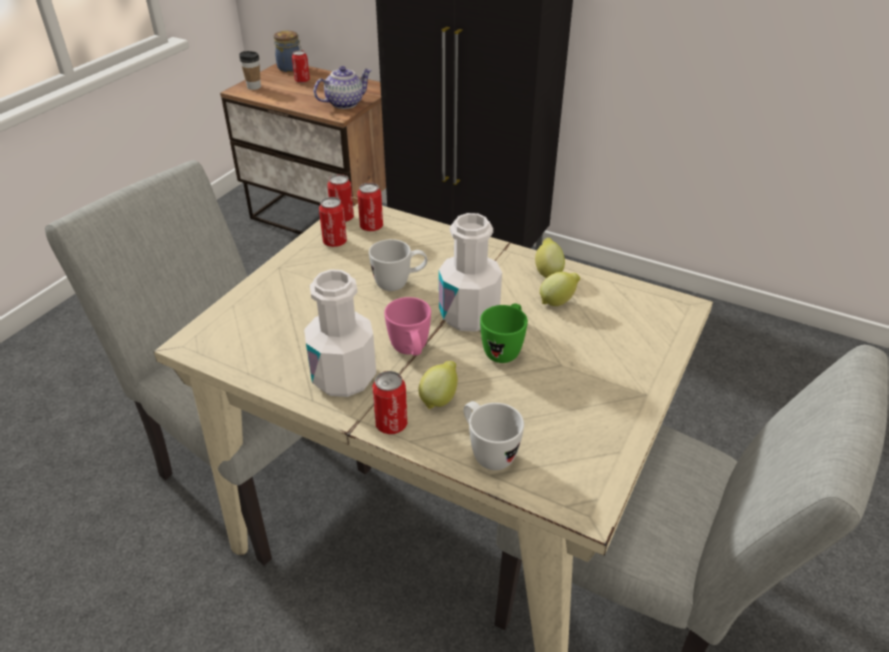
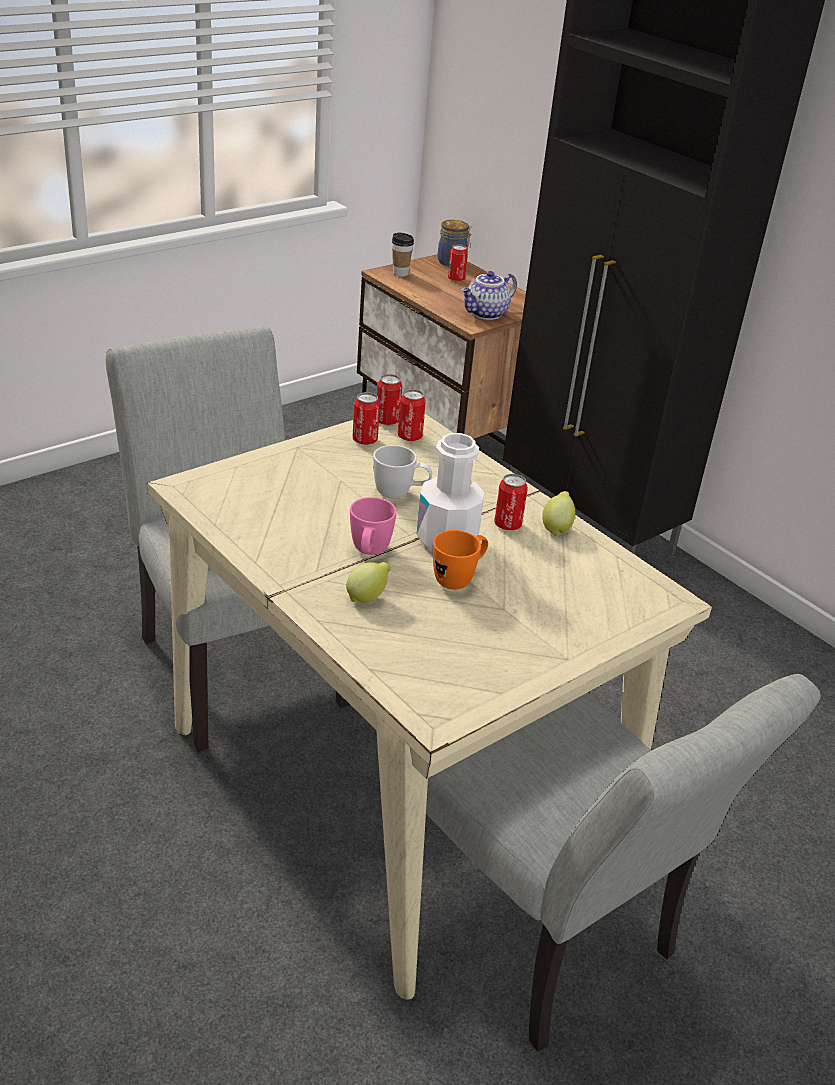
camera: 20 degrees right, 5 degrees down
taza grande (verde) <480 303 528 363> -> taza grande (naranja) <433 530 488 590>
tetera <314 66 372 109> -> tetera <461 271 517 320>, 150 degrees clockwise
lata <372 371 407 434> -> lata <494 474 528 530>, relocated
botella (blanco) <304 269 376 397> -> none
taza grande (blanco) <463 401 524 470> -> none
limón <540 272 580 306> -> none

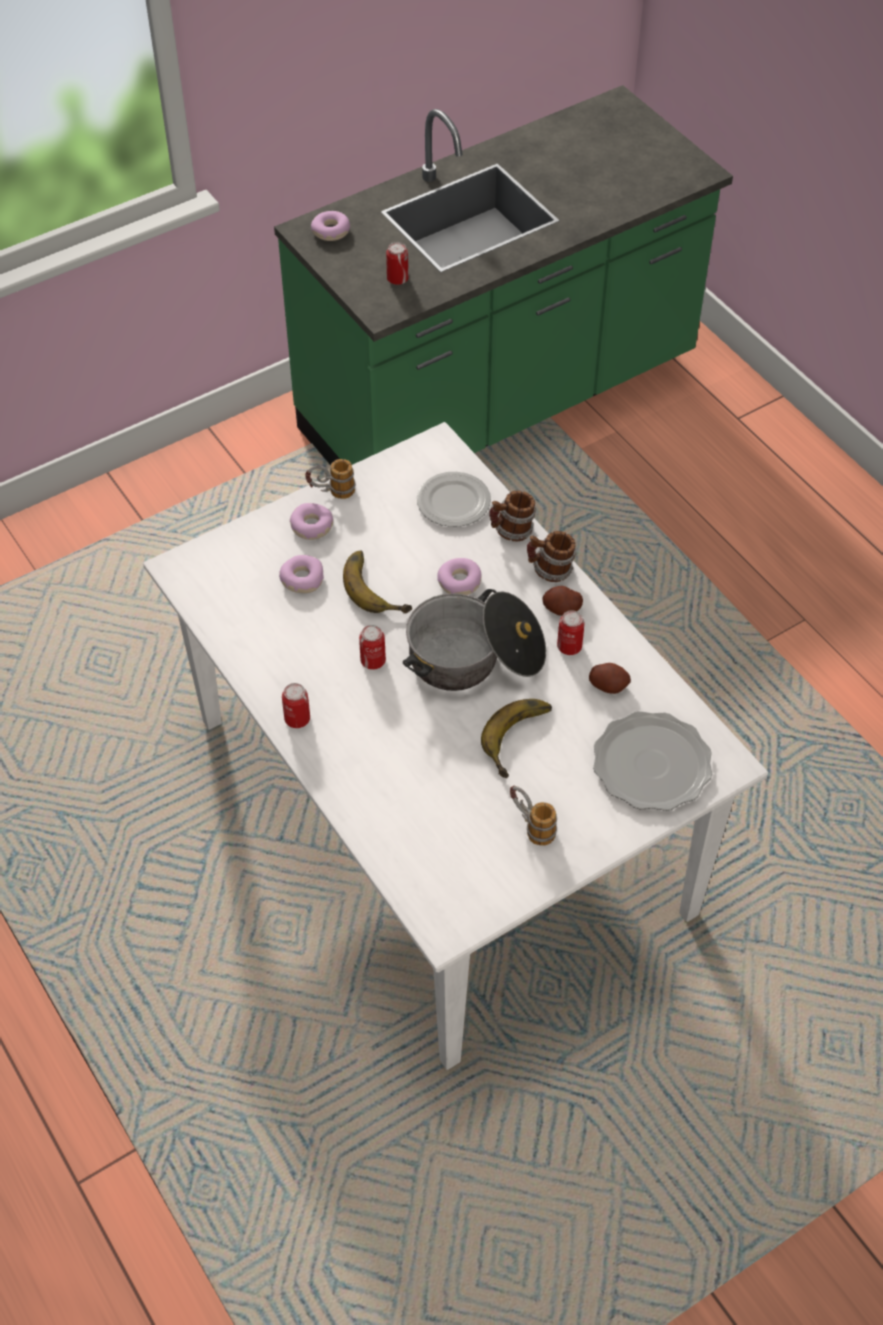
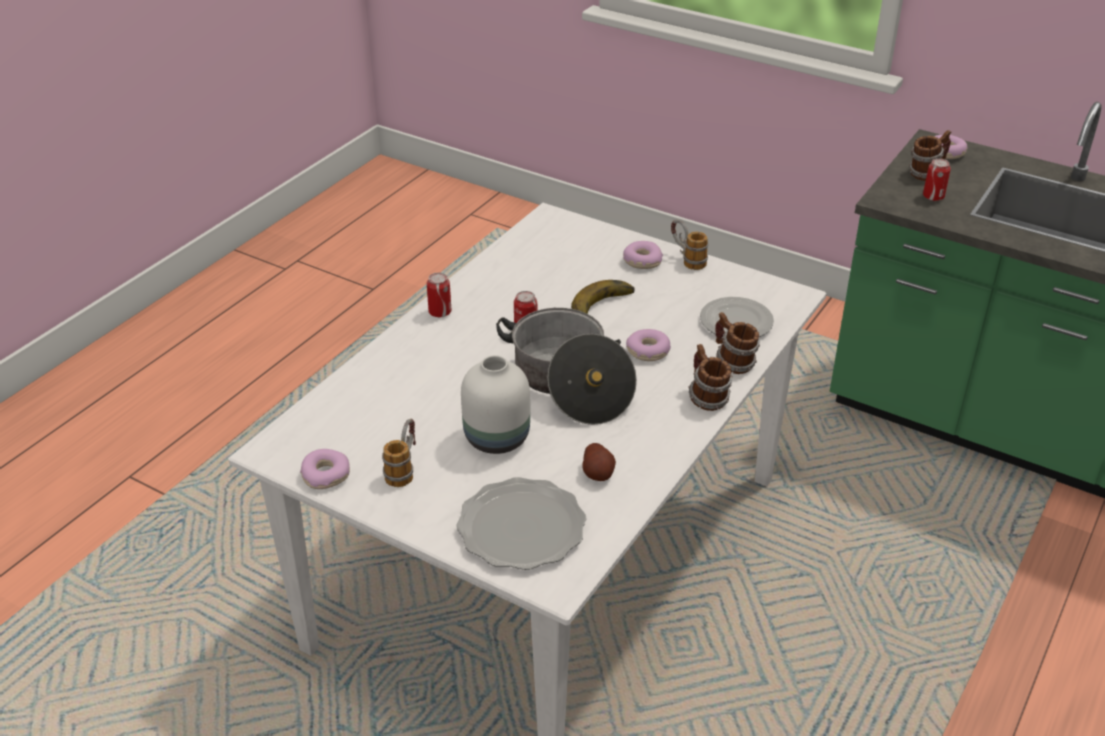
camera: 65 degrees right, 15 degrees down
rosquilla <279 555 324 593> -> rosquilla <300 449 350 489>, relocated
plátano <481 699 552 778> -> florero (blanco) <461 355 530 454>
none -> taza grande <909 130 951 181>
patata <542 586 583 616> -> none
lata <557 610 584 655> -> none

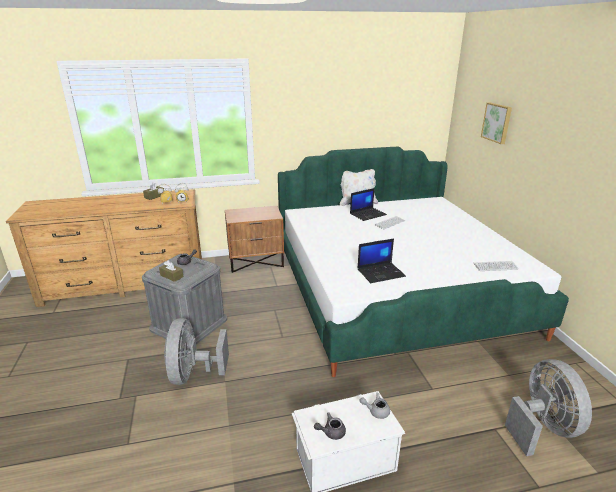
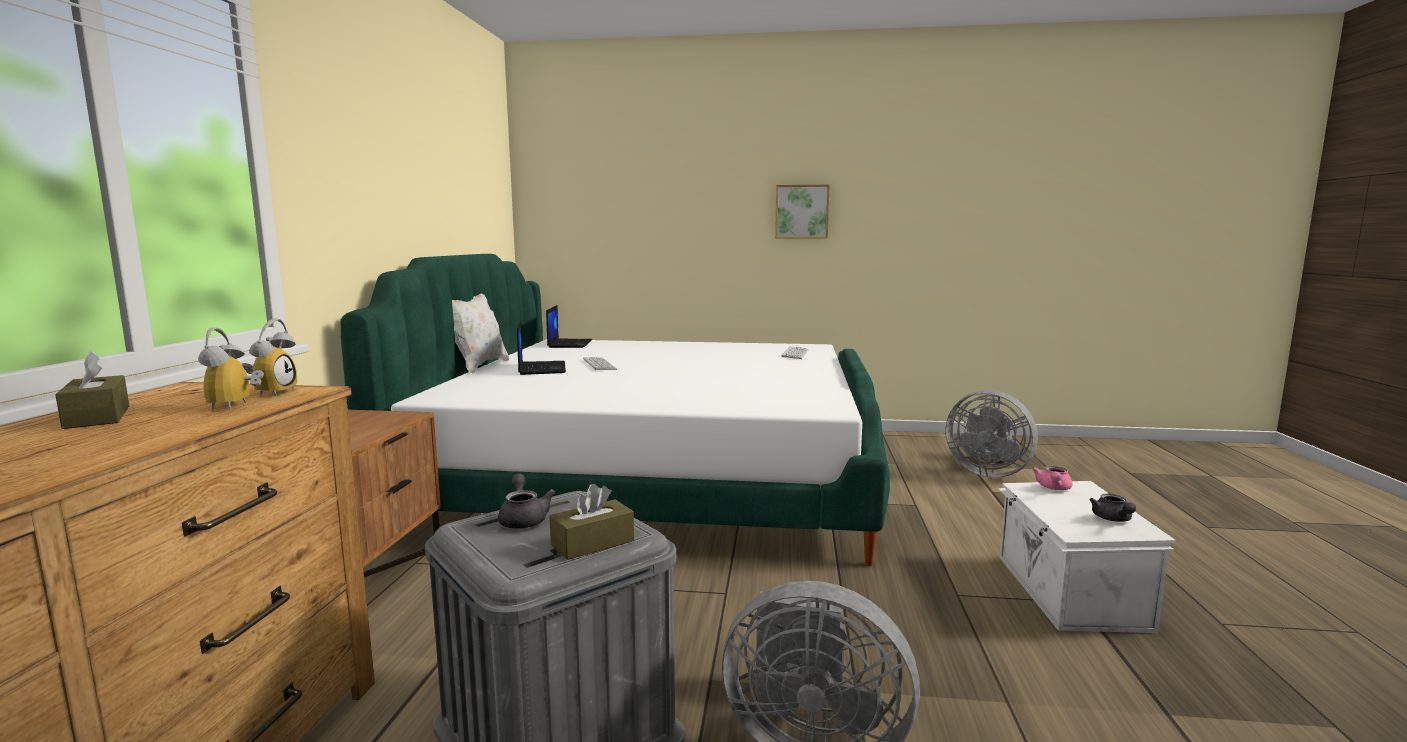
camera: 70 degrees left, 15 degrees down
portátil <357 238 406 283> -> portátil <546 305 592 348>, relocated
cuadro <481 103 512 144> -> cuadro <775 184 830 238>, relocated
ventilador (gris) <505 359 592 456> -> ventilador (gris) <945 390 1038 478>, 150 degrees counterclockwise
tetera (gris) <359 393 390 419> -> tetera (rosa) <1032 466 1072 490>

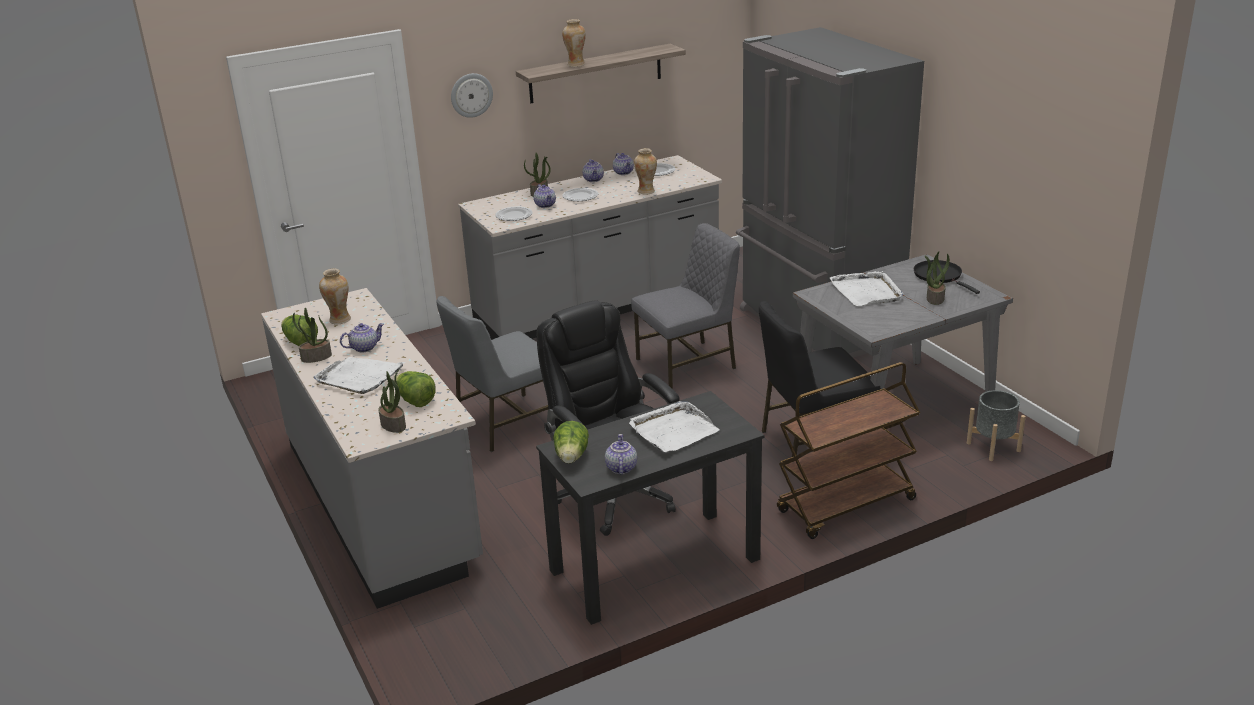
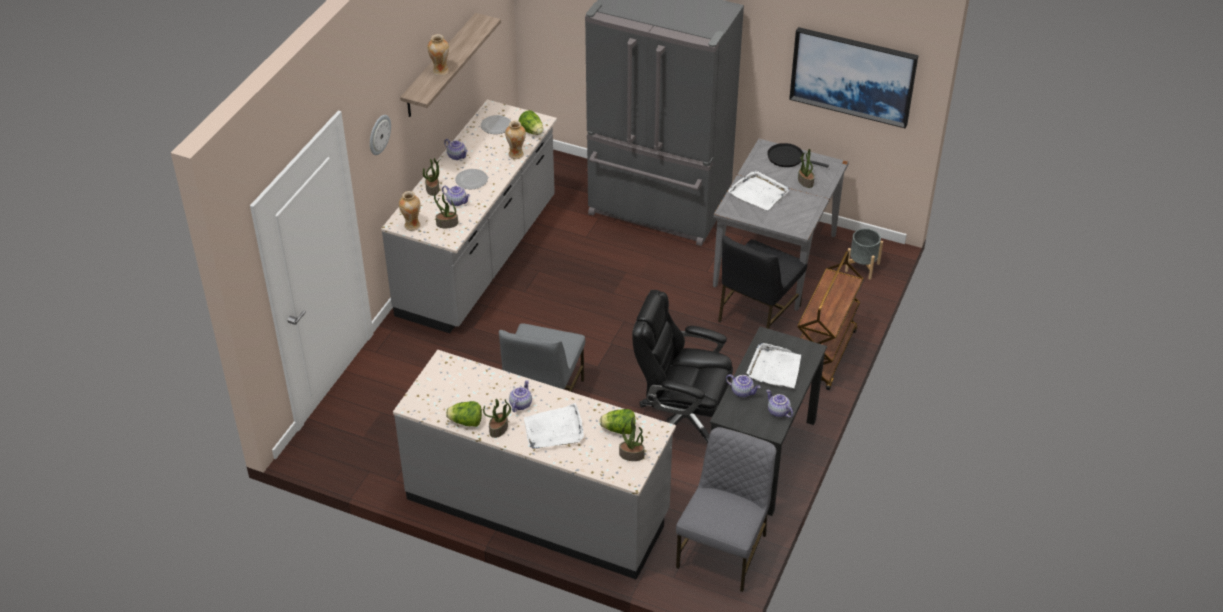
camera: 40 degrees left, 15 degrees up
florero <319 268 351 324> -> florero <399 191 421 231>, relocated
plato <495 206 533 221> -> planta en maceta <434 193 458 228>
lechuga <553 421 589 464> -> lechuga <519 110 543 135>, relocated
silla (gris) <631 223 740 389> -> silla (gris) <676 427 776 592>, relocated
tetera <613 153 634 175> -> tetera <726 374 760 397>, relocated
none -> cuadro <789 27 918 128>

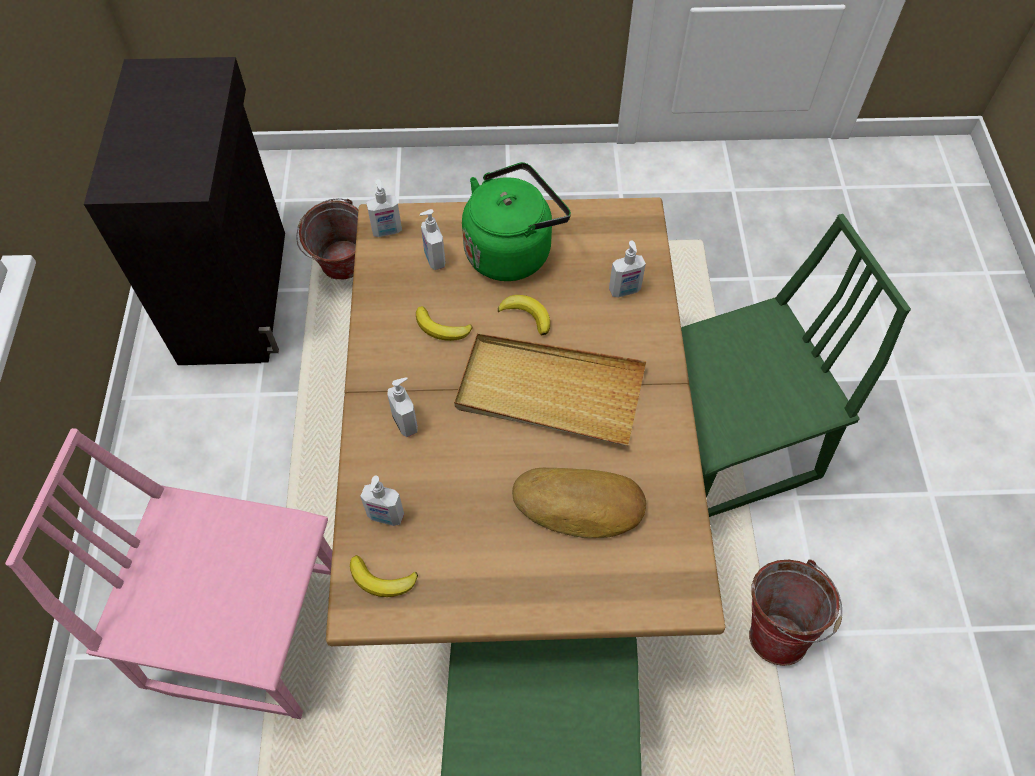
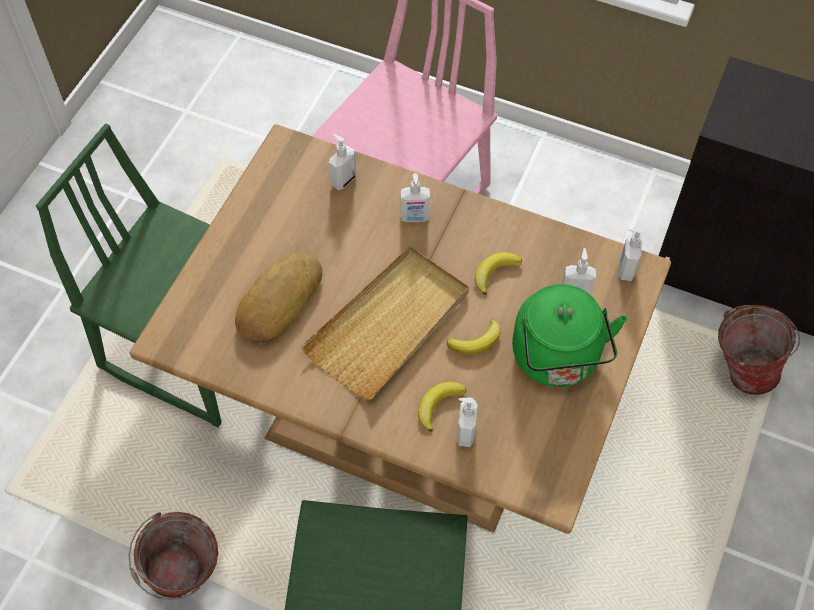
camera: 115 degrees right, 0 degrees up
plátano <350 555 418 597> -> plátano <418 382 466 432>, relocated

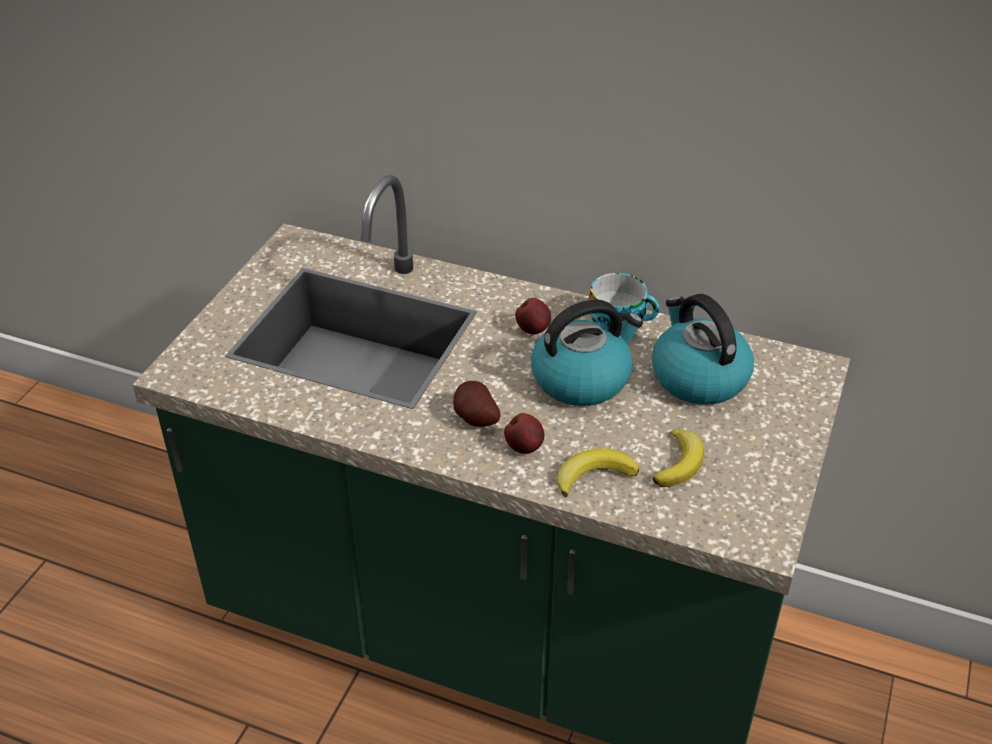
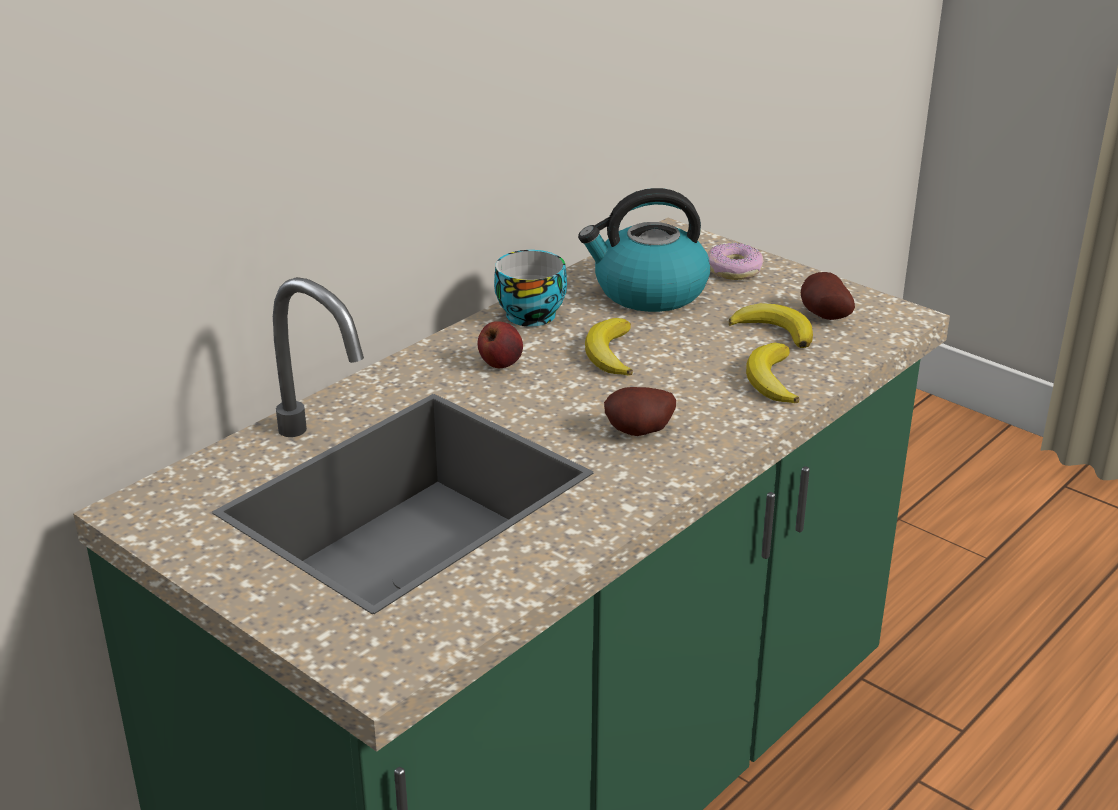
camera: 70 degrees left, 10 degrees down
hervidor <531 299 643 406> -> plátano <585 318 633 375>
none -> rosquilla <707 243 764 280>
none -> patata <801 272 855 320>
manzana <504 413 544 454> -> none

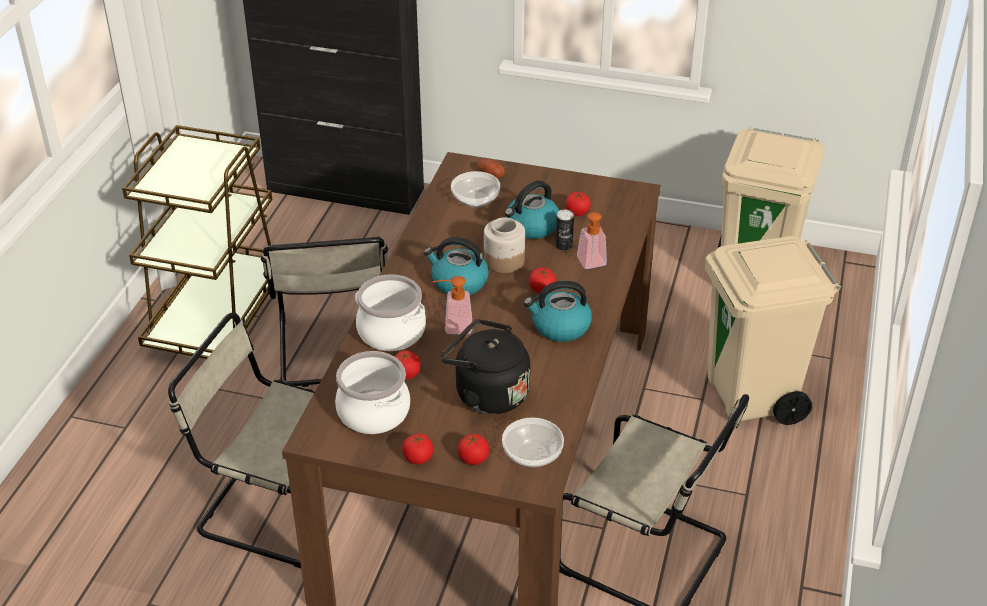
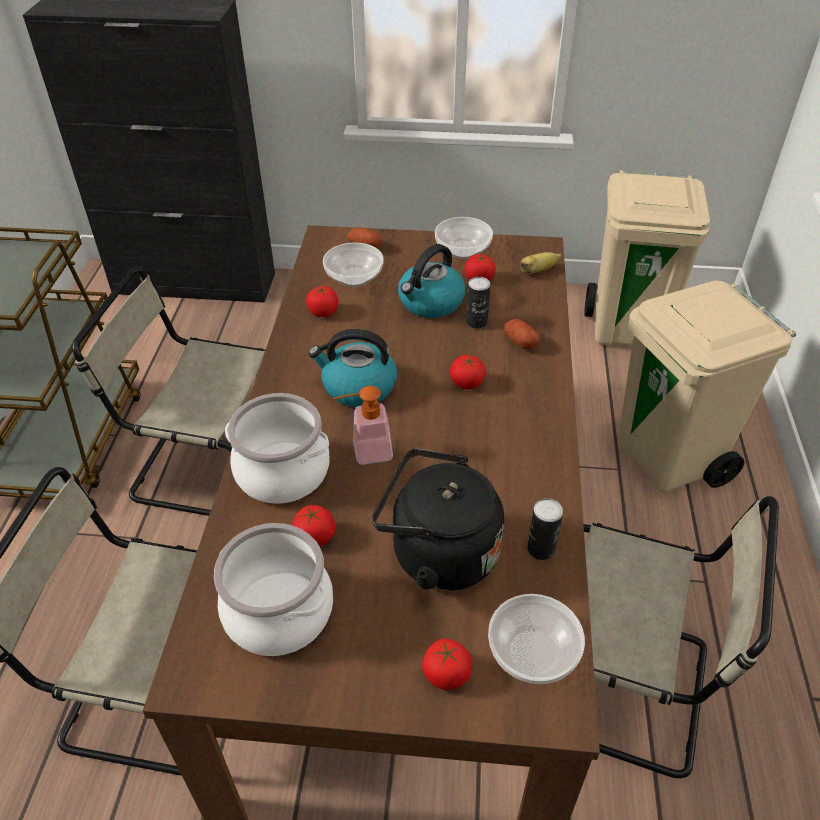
camera: 10 degrees left, 5 degrees up
silla (beis) <261 236 388 387> -> silla (beis) <72 267 265 516>, 120 degrees clockwise
tomate <402 433 433 464> -> tomate <306 286 339 317>, relocated
none -> cuenco <435 217 493 259>
dispensador de jabón <577 212 607 269> -> patata <504 319 540 350>
none -> plátano <520 252 562 274>
none -> lata <527 498 563 560>
tarro <484 217 525 273> -> none
hervidor <524 281 592 342> -> none

